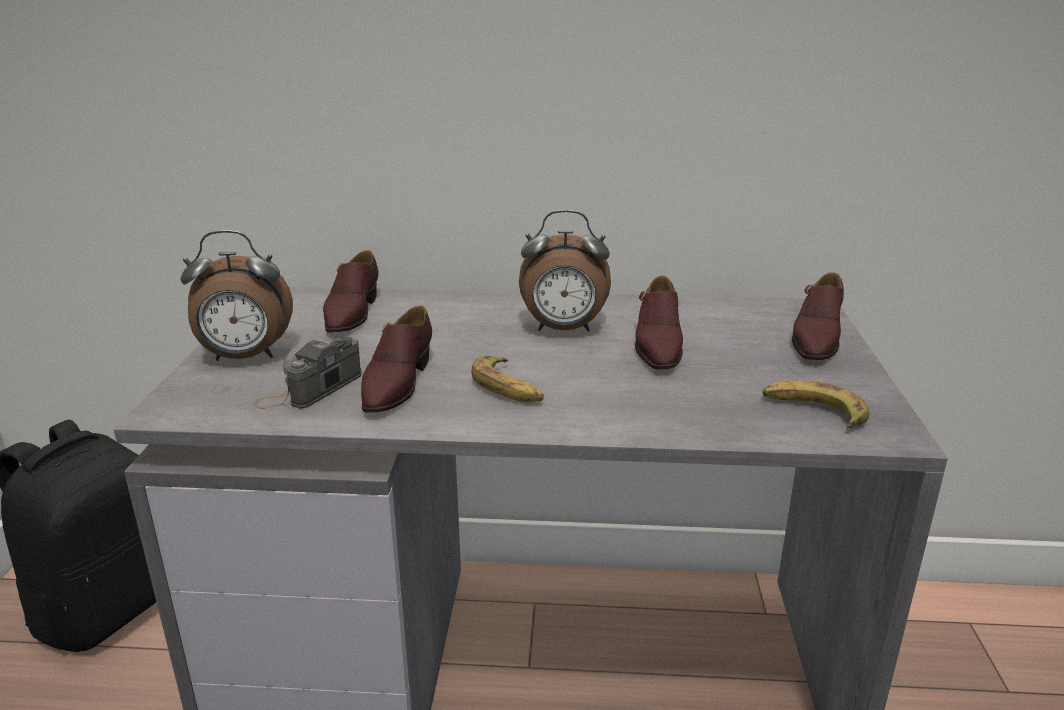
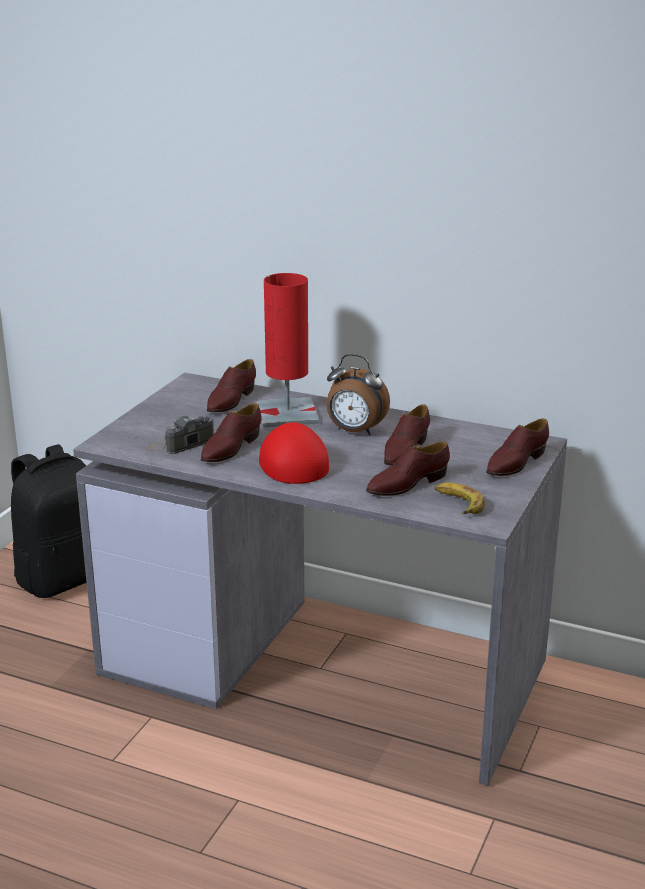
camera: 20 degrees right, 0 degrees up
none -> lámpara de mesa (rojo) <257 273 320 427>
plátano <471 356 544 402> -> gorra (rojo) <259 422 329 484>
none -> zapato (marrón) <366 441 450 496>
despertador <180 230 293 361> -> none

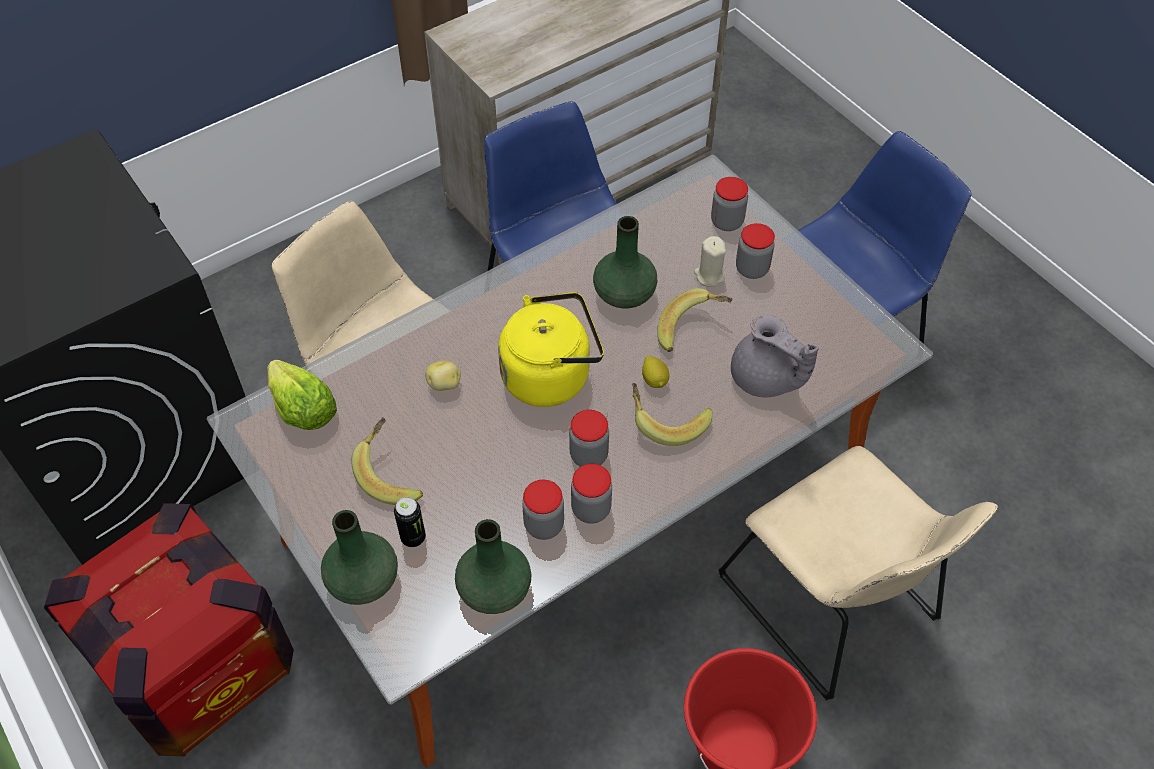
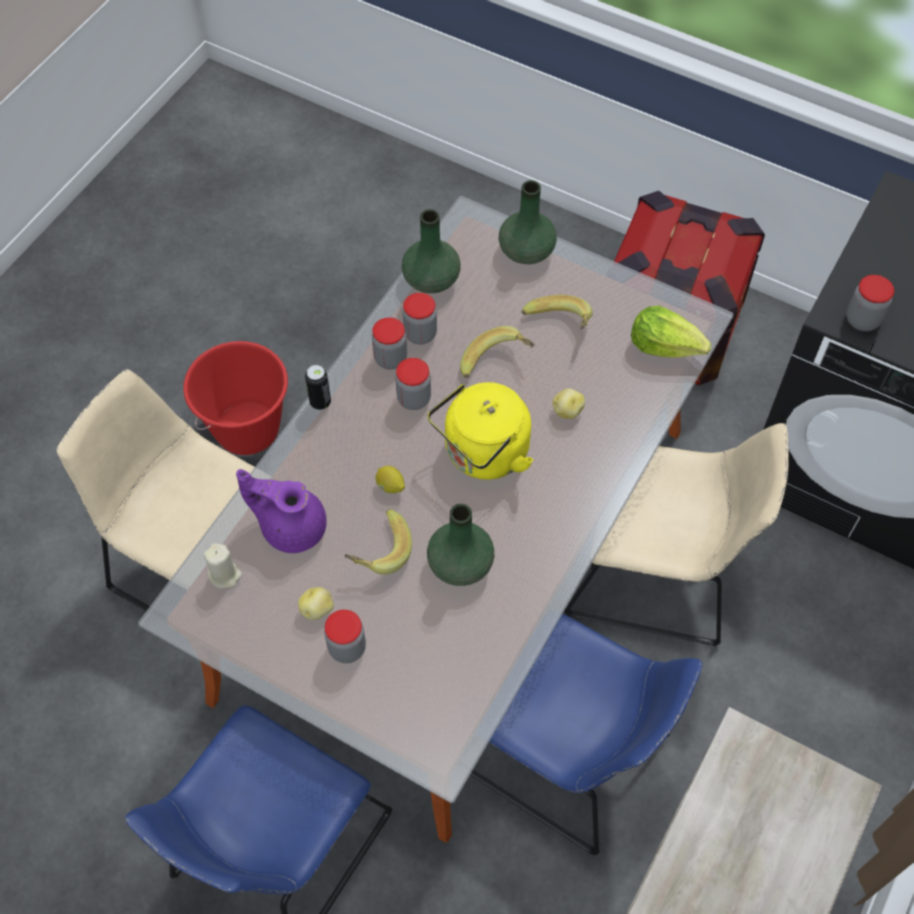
camera: 155 degrees right, 5 degrees up
vela (beis) <694 236 726 287> -> vela (beis) <203 543 243 589>, relocated
tetera (gris) <731 315 819 397> -> tetera (morado) <236 469 327 553>
none -> patata <298 587 334 620>
lata <394 497 426 547> -> lata <305 365 331 410>, relocated
plátano <632 383 712 446> -> plátano <460 326 535 378>, relocated
tarro <711 177 748 231> -> tarro <847 275 894 331>, relocated

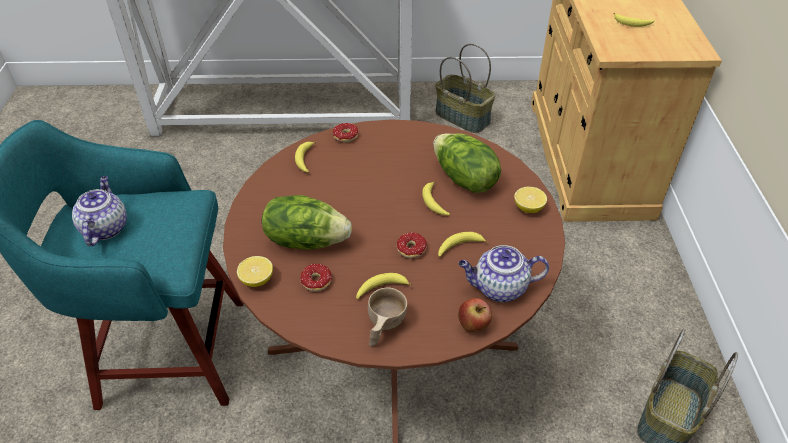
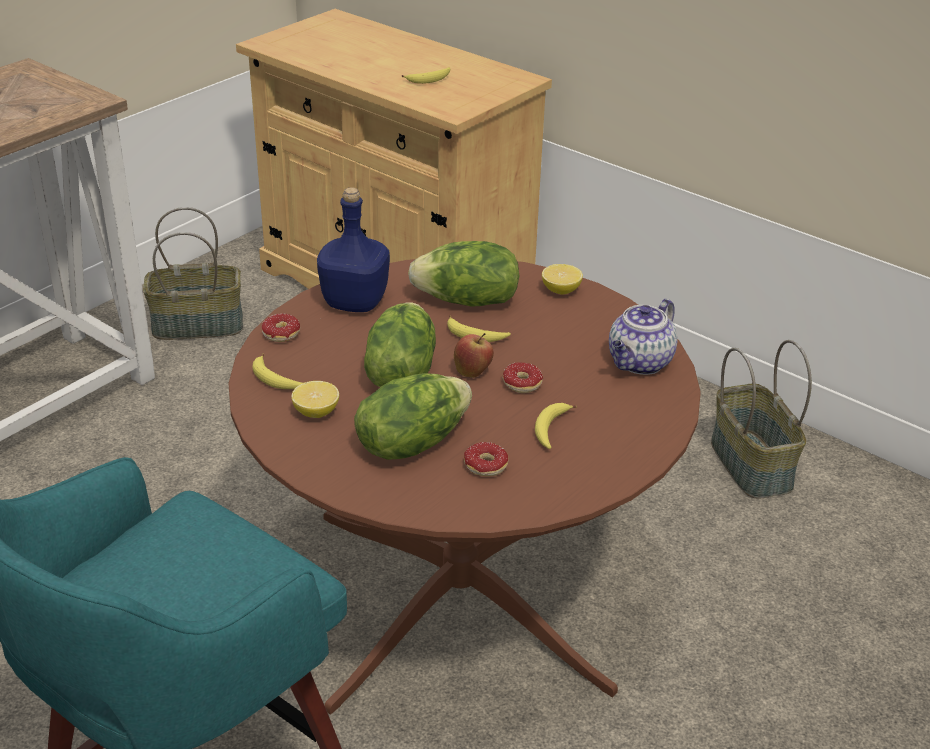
camera: 50 degrees left, 10 degrees down
limón <237 256 273 287> -> limón <292 381 339 418>, relocated
none -> botella (azul) <317 187 390 312>
none -> lechuga <364 302 436 387>
manzana <458 298 492 332> -> manzana <454 333 494 378>, relocated
tetera <72 176 127 246> -> none
taza (beis) <368 287 407 346> -> none
plátano <438 232 488 257> -> none

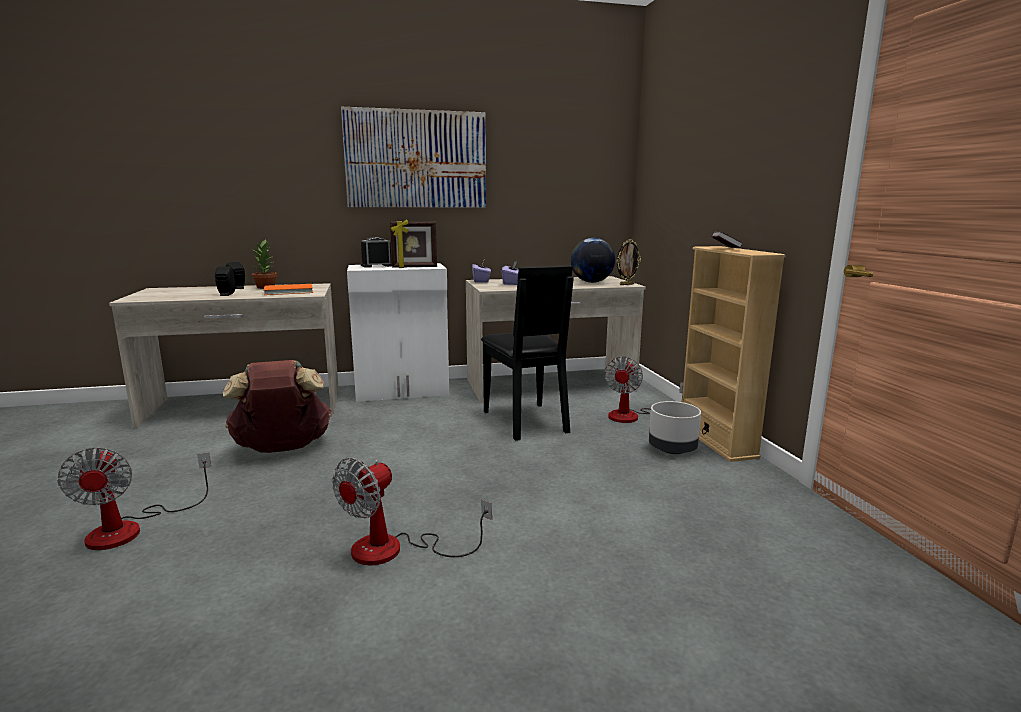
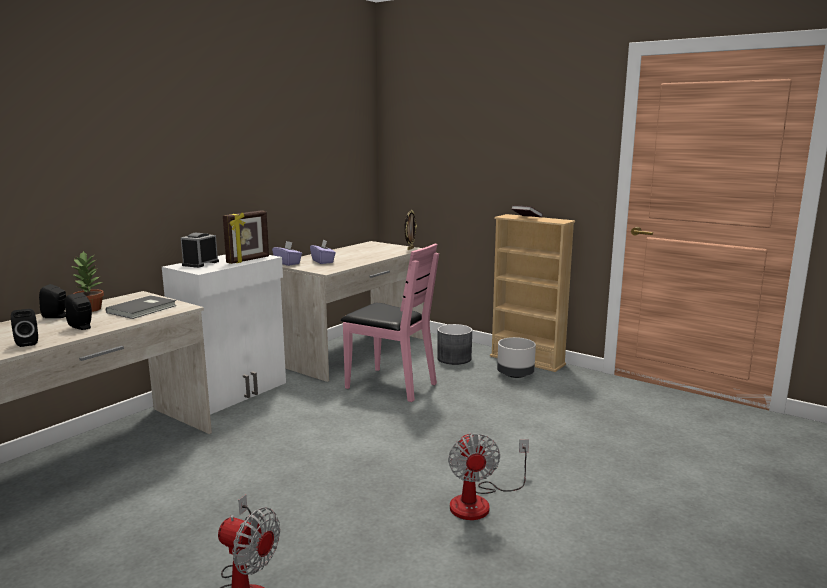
camera: 40 degrees left, 0 degrees up
none -> altavoz (negro) <11 309 38 347>
libro (naranja) <263 284 313 295> -> libro (gris) <106 295 177 319>
silla (negro) <481 265 574 441> -> silla (rosa) <341 243 439 402>
ventilador <604 356 683 423> -> maceta (gris) <437 324 472 365>
mochila (marrón) <223 360 332 453> -> none
cuadro <341 107 486 208> -> none
globo terráqueo <571 238 615 283> -> none

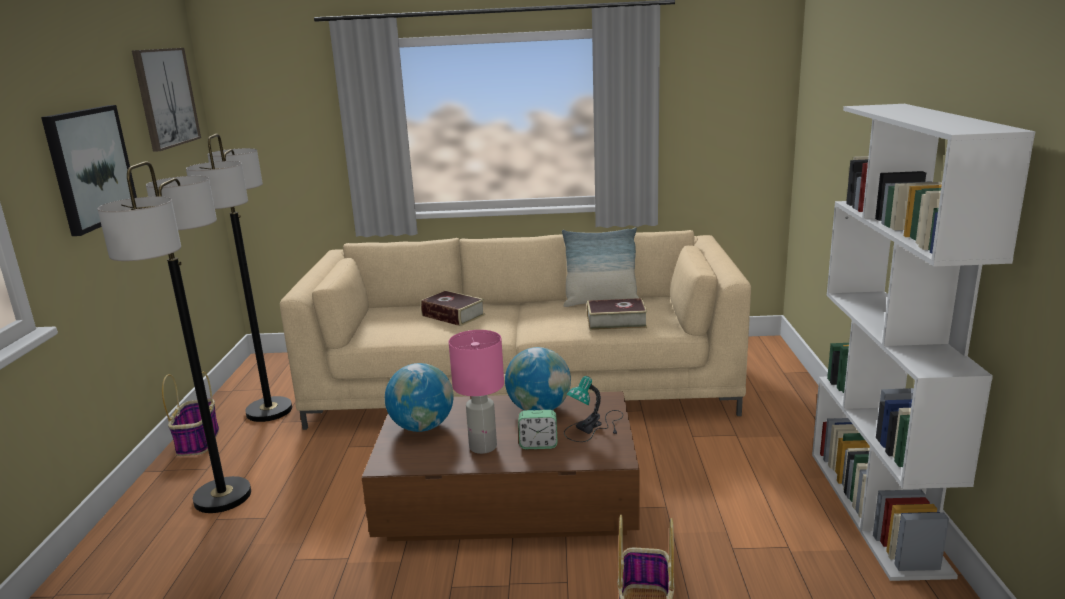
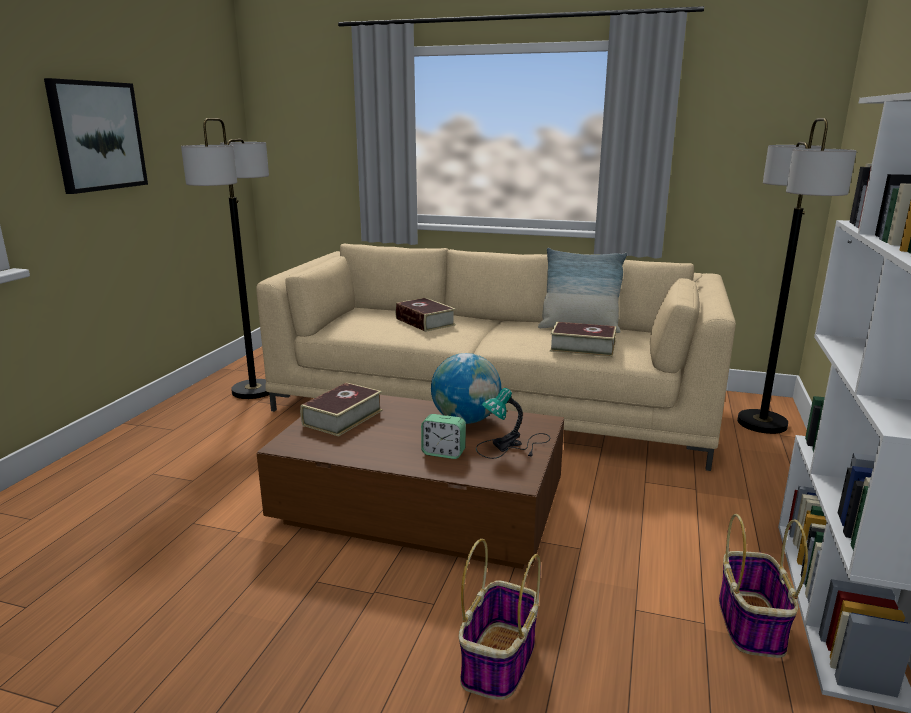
camera: 15 degrees right, 0 degrees up
globo terráqueo <385 363 453 432> -> libro <300 382 383 437>
cesta <162 372 219 456> -> cesta <719 514 808 658>, relocated
lámpara de pie <98 161 251 513> -> lámpara de pie <737 118 857 434>, relocated
cuadro <132 48 201 152> -> none
lámpara de mesa (rosa) <449 330 504 454> -> none

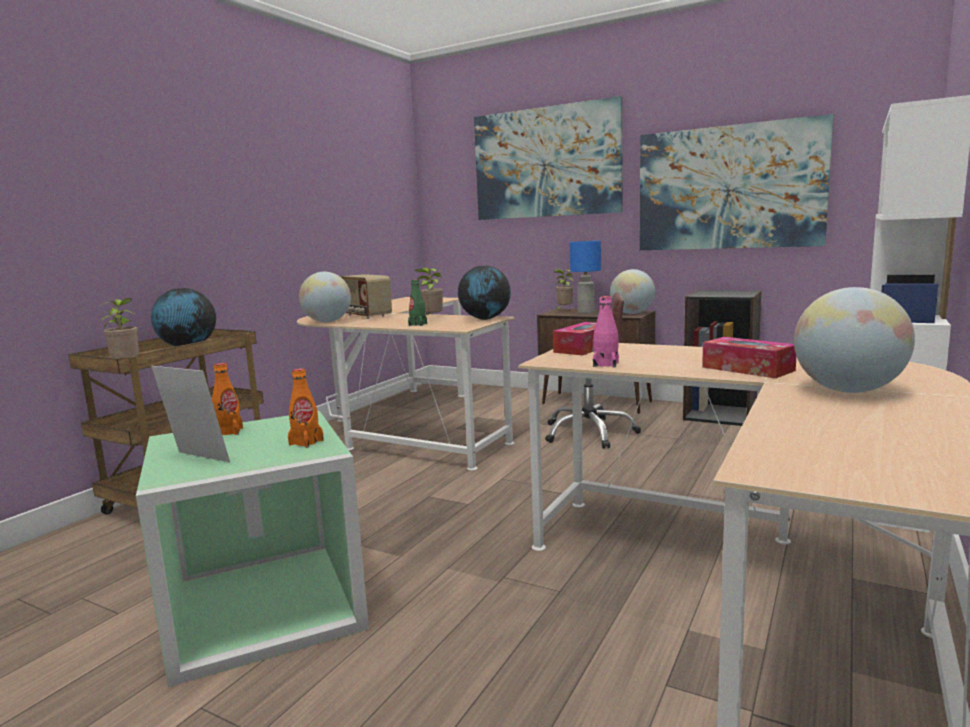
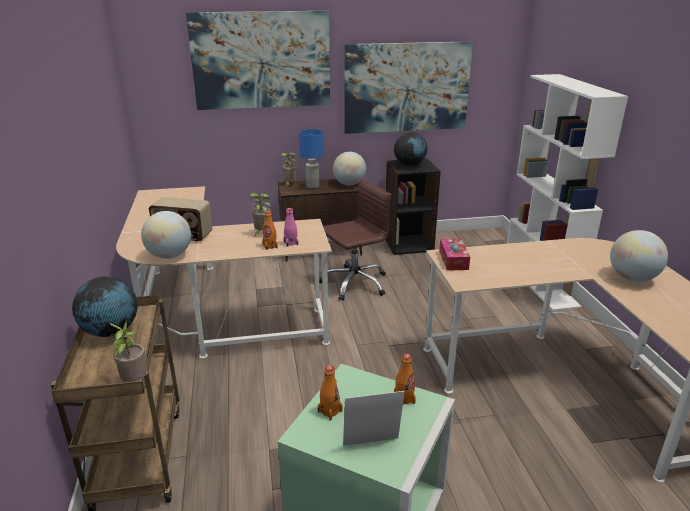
camera: 40 degrees left, 15 degrees up
botella (verde) <408 279 427 326> -> botella (naranja) <262 211 278 250>
botella (rosa) <593 296 619 368> -> botella (rosa) <284 208 298 247>, relocated
globo terráqueo <458 266 511 320> -> globo terráqueo <394 132 427 166>, relocated
caja de pañuelos <702 337 796 378> -> none

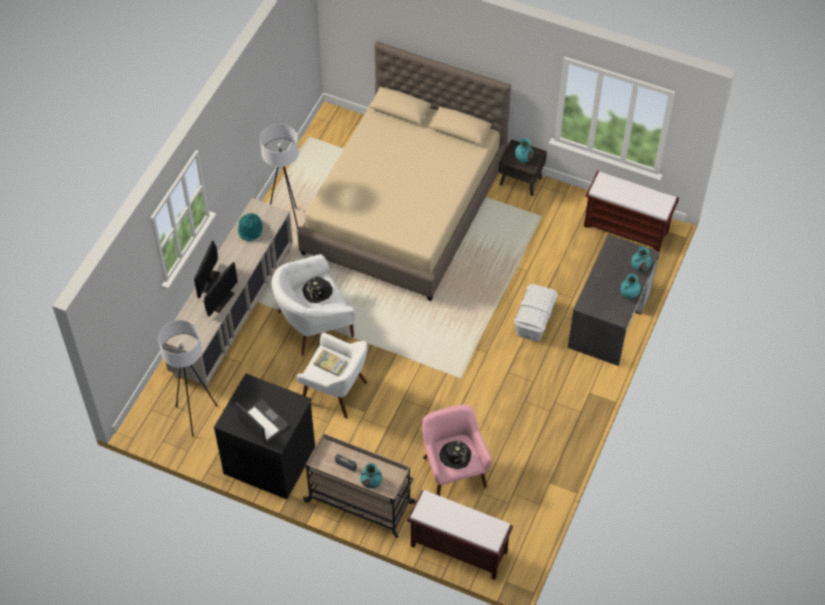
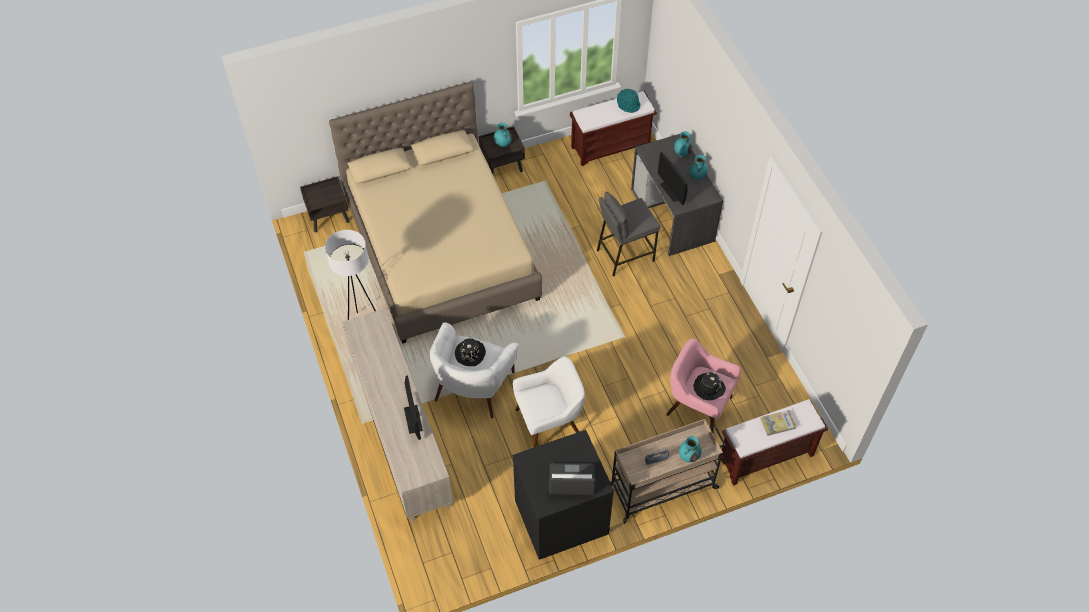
camera: 45 degrees left, 0 degrees up
none -> mesita de noche (marrón) <300 176 350 232>
caja de almacenaje (blanco) <514 284 557 341> -> taburete (gris) <597 192 660 276>
sombrero (turquesa) <238 213 263 241> -> sombrero (turquesa) <617 89 641 113>, relocated
monitor <194 240 221 298> -> monitor <658 152 688 205>, relocated
libro <314 349 347 377> -> libro <760 410 796 436>, relocated
lámpara de pie (blanco) <158 320 217 437> -> none

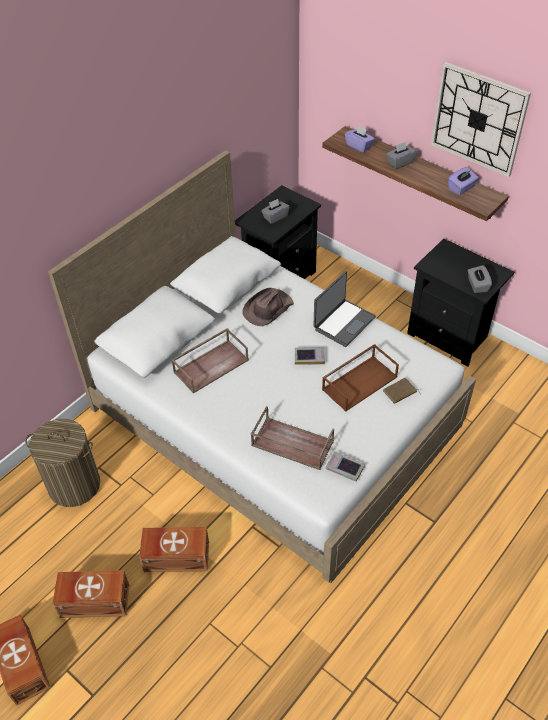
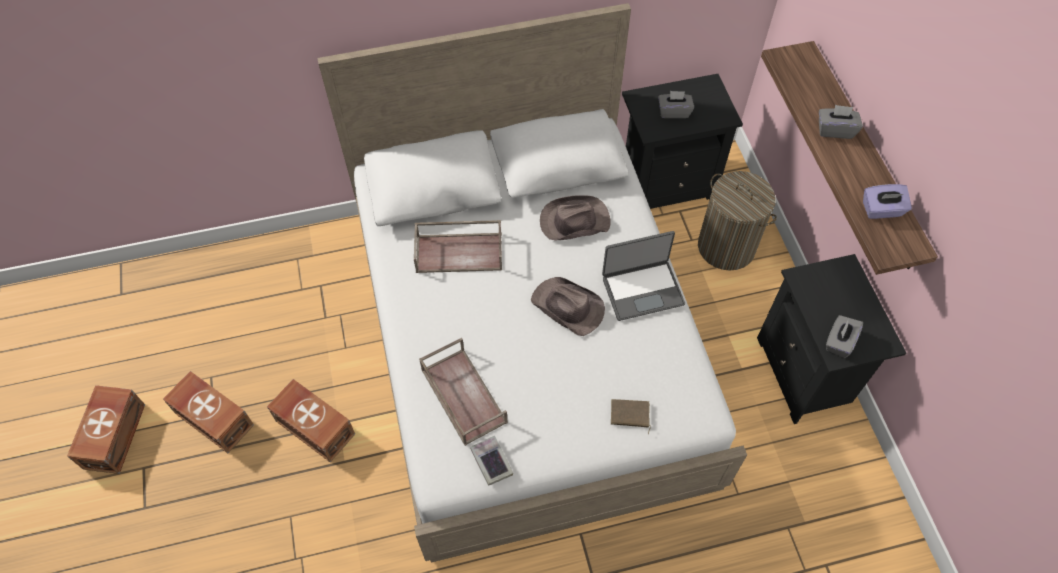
camera: 35 degrees right, 10 degrees up
libro <295 347 325 365> -> sombrero (marrón) <531 277 605 336>
cesto de la ropa <25 419 100 507> -> cesto de la ropa <698 171 777 271>, relocated
bandeja (marrón) <322 344 399 412> -> none
caja de pañuelos (morado) <345 125 375 153> -> none
reloj de pared <431 62 531 177> -> none

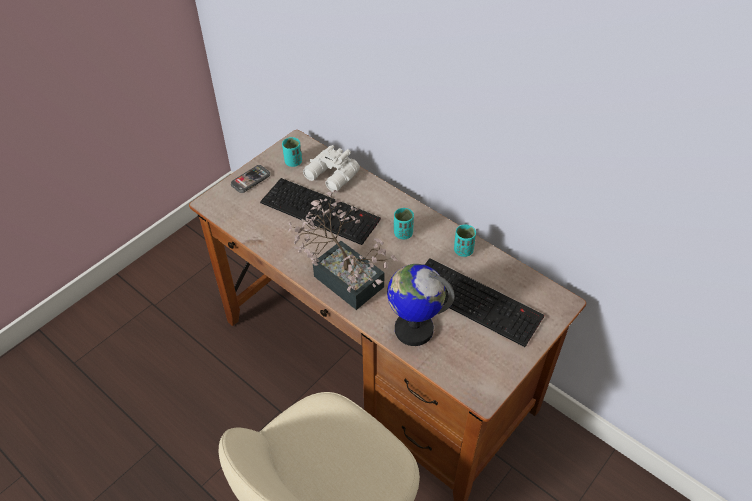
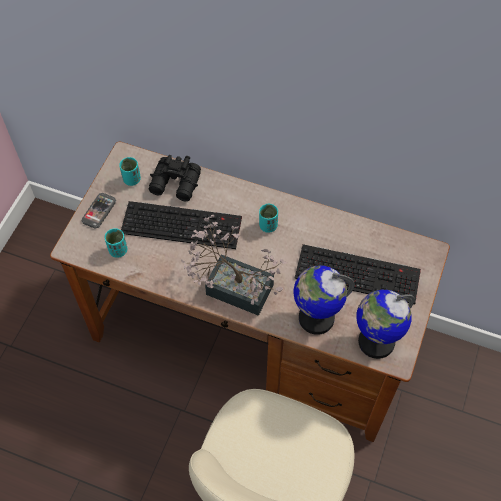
camera: 20 degrees left, 10 degrees up
taza (turquesa) <454 224 476 257> -> taza (turquesa) <105 228 127 258>, relocated
prismáticos (blanco) <303 145 360 192> -> prismáticos (negro) <149 155 201 201>
none -> globo terráqueo <356 290 415 359>

